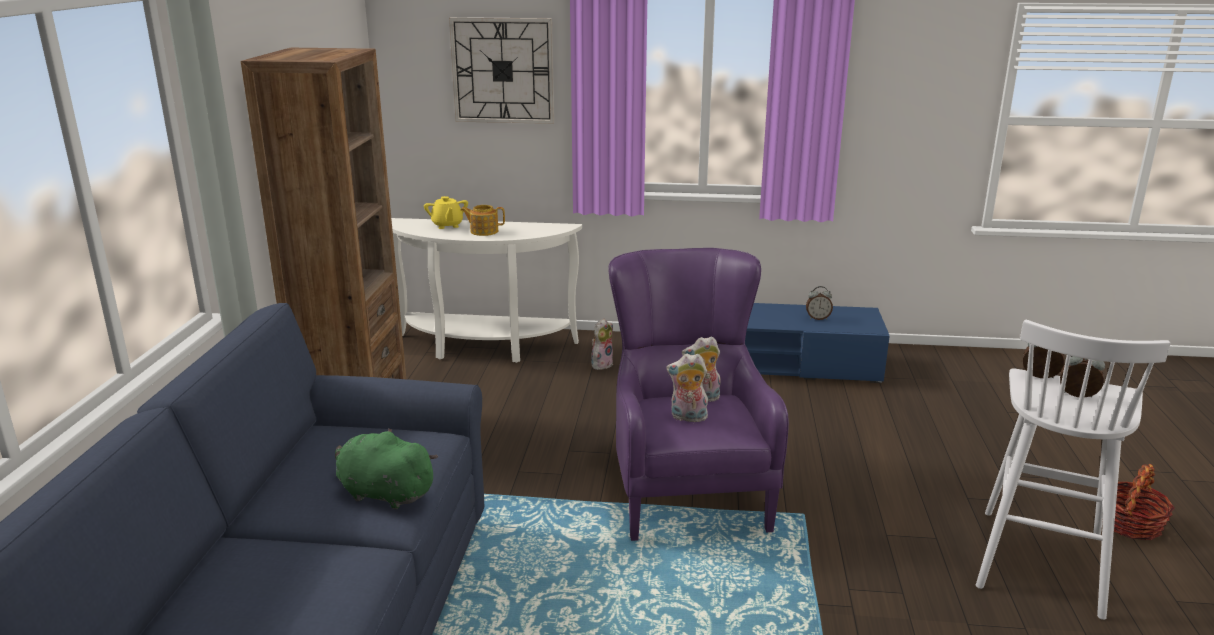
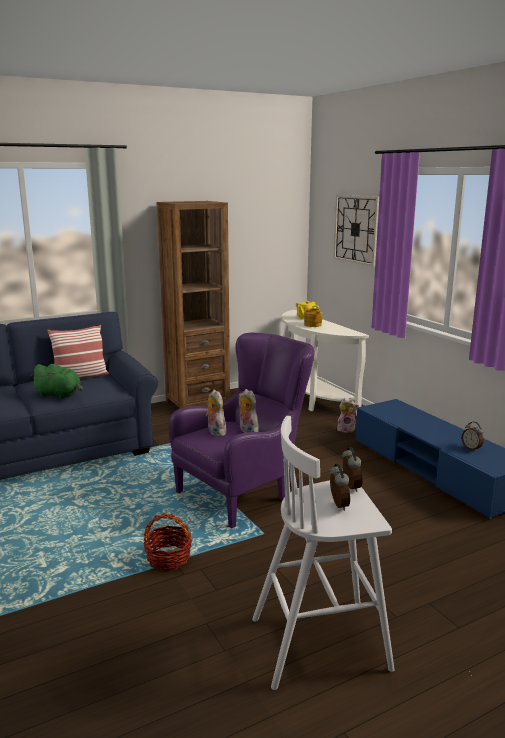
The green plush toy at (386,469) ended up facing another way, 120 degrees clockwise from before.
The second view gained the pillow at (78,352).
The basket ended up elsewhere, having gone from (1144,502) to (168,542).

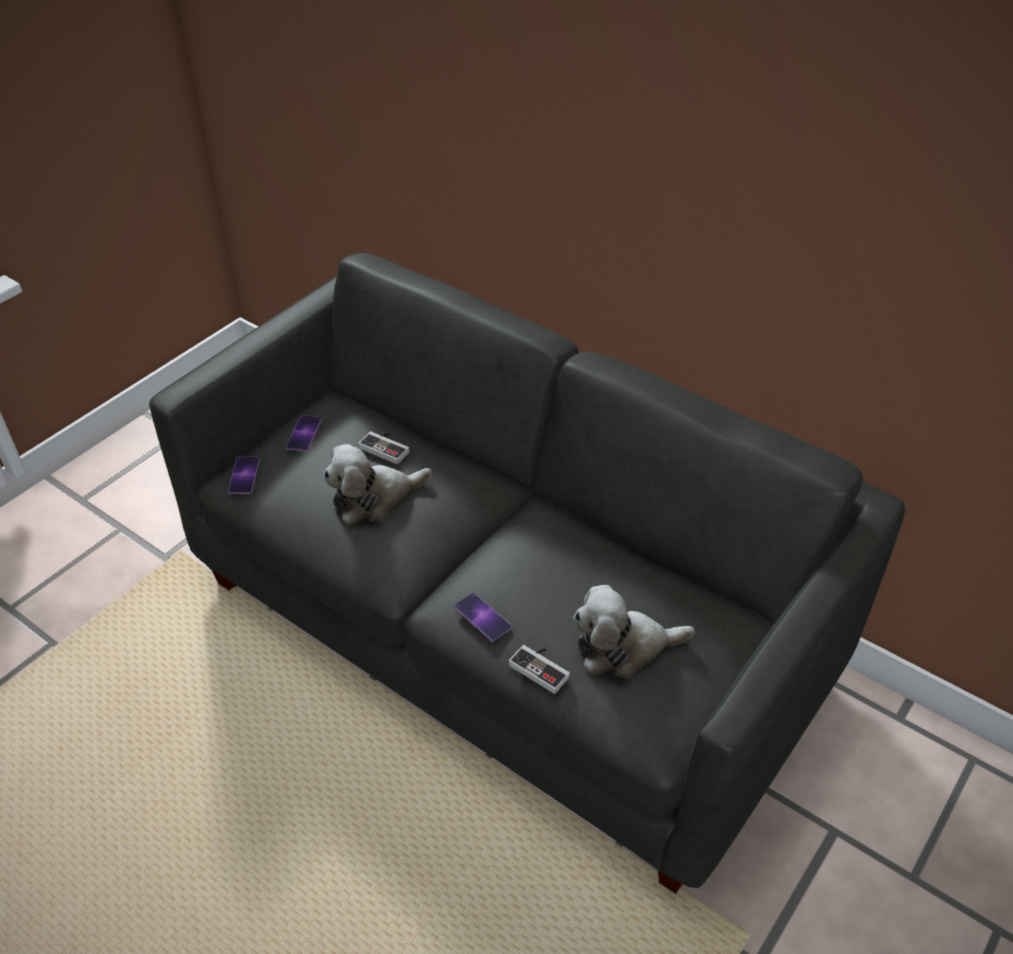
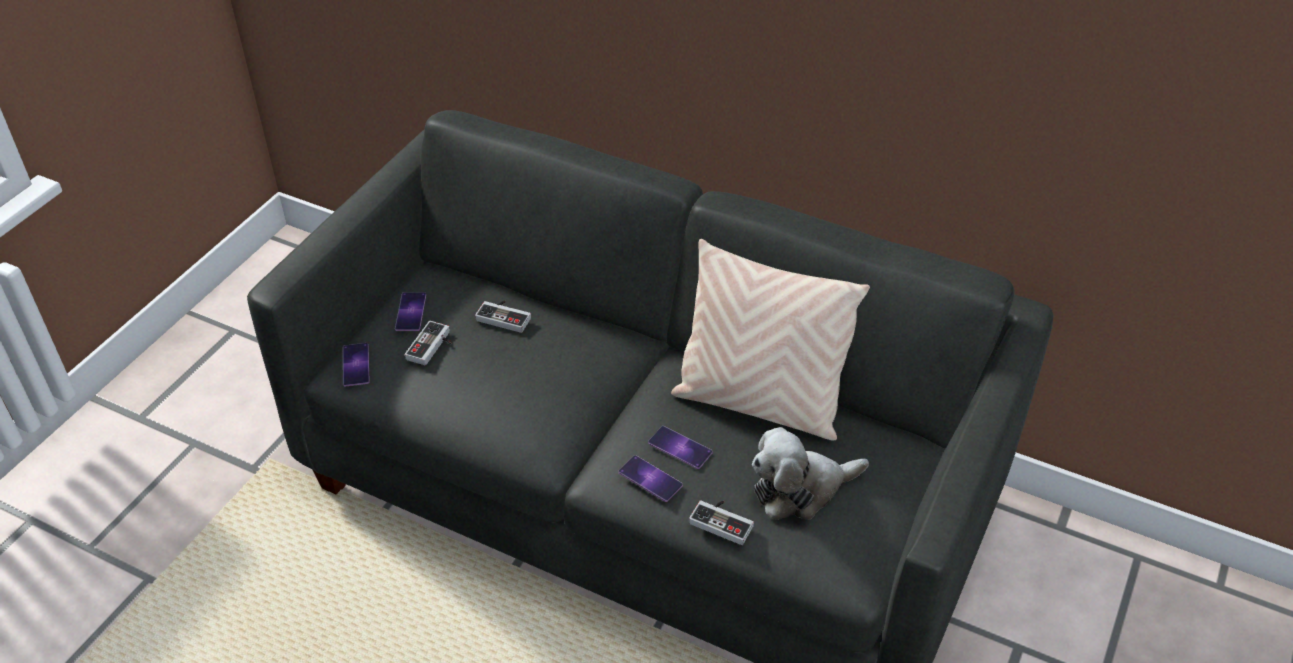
The second view gained the game controller at (428,343).
The second view gained the phone at (680,447).
The second view gained the beige pillow at (770,340).
The second view lost the plush toy at (377,484).

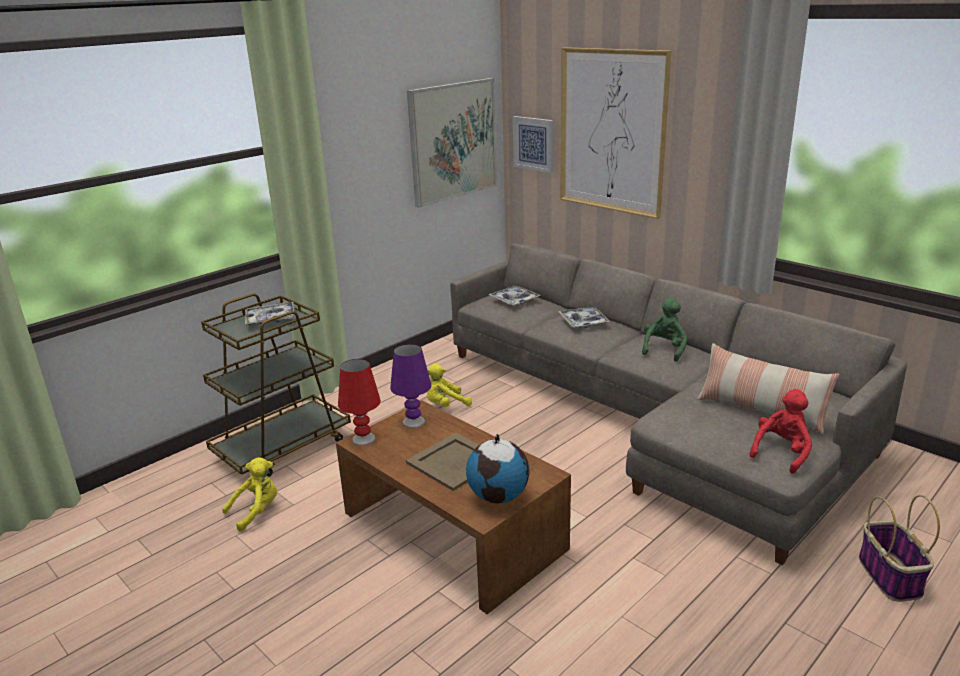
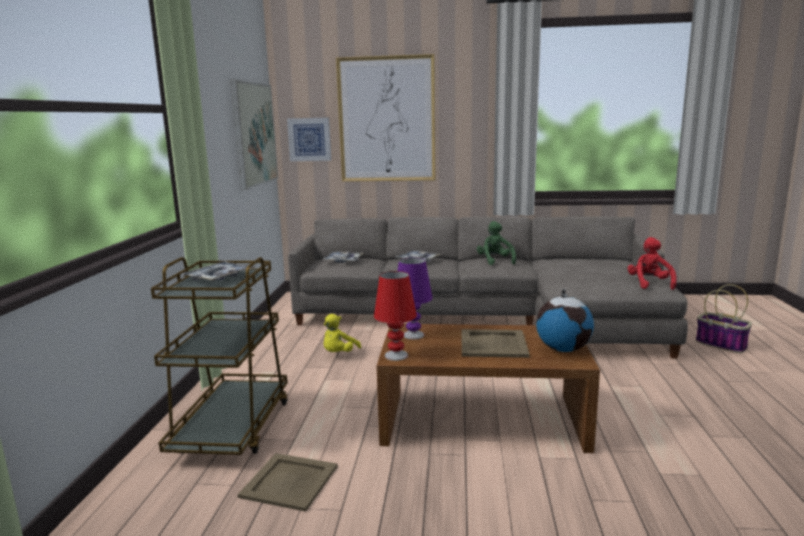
Where the yellow plush toy stood at (249,494), the beige tray came to stand at (287,482).
The second view lost the pillow at (768,389).

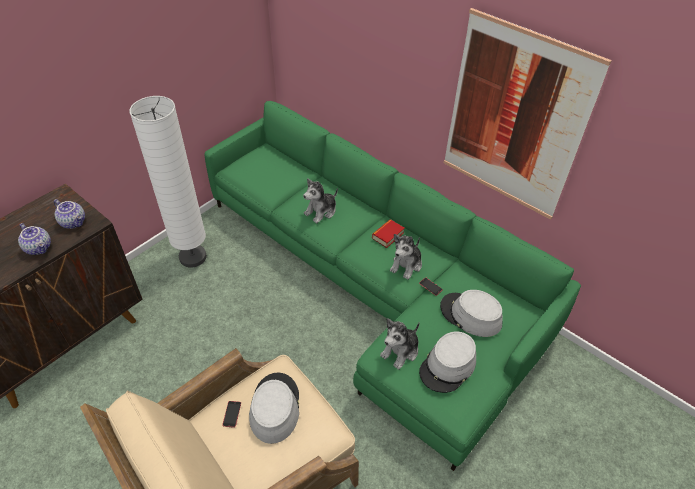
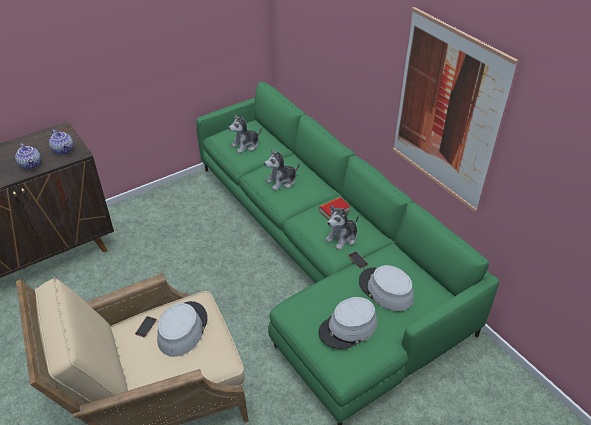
The plush toy ended up elsewhere, having gone from (400,343) to (245,133).
The second view lost the white floor lamp at (168,182).

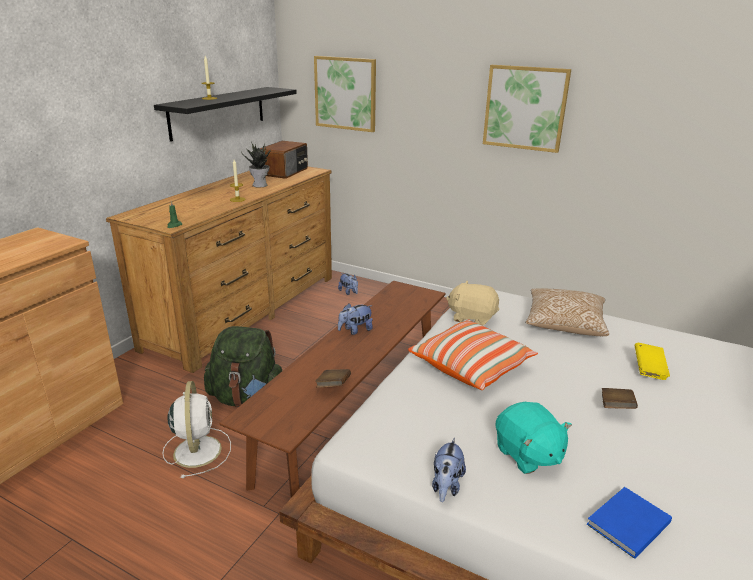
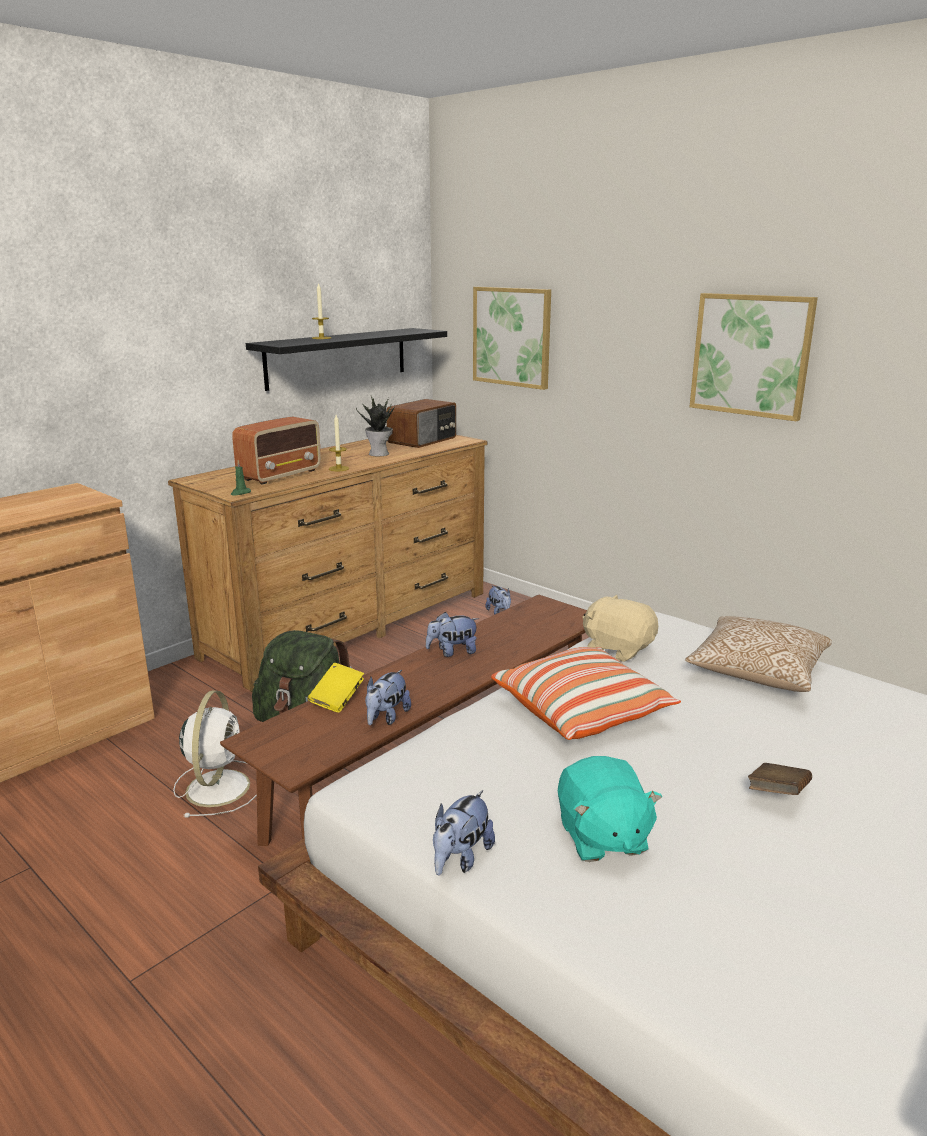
The second view gained the radio at (276,451).
The yellow book ended up elsewhere, having gone from (652,361) to (336,688).
Where the brown book stood at (333,378), the plush toy came to stand at (388,697).
The second view lost the blue book at (629,523).

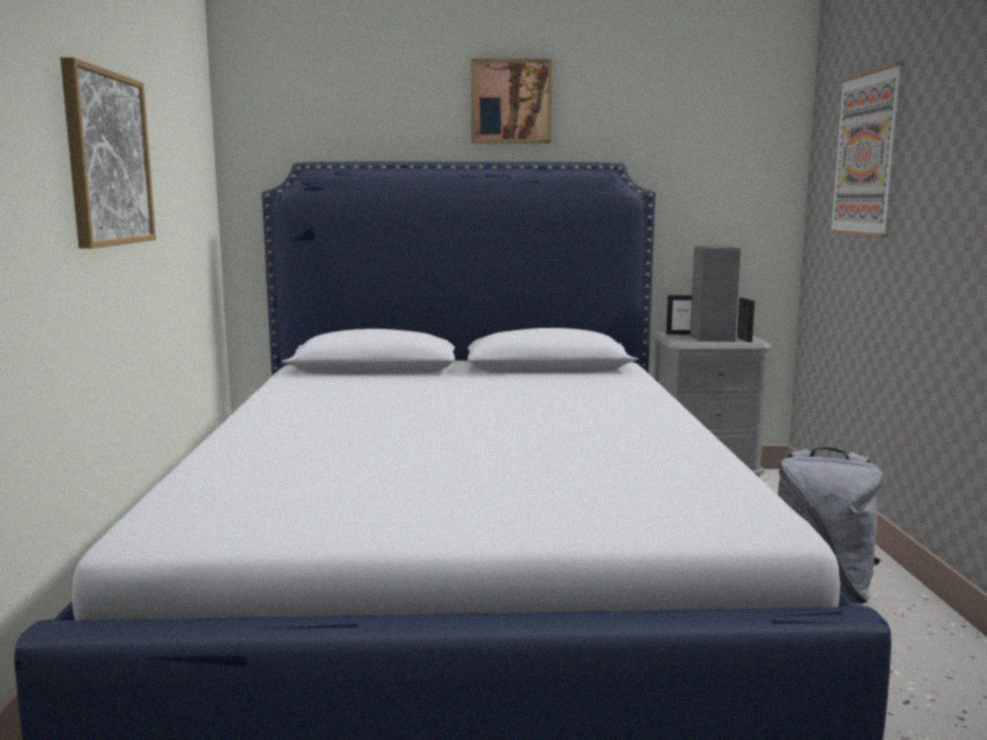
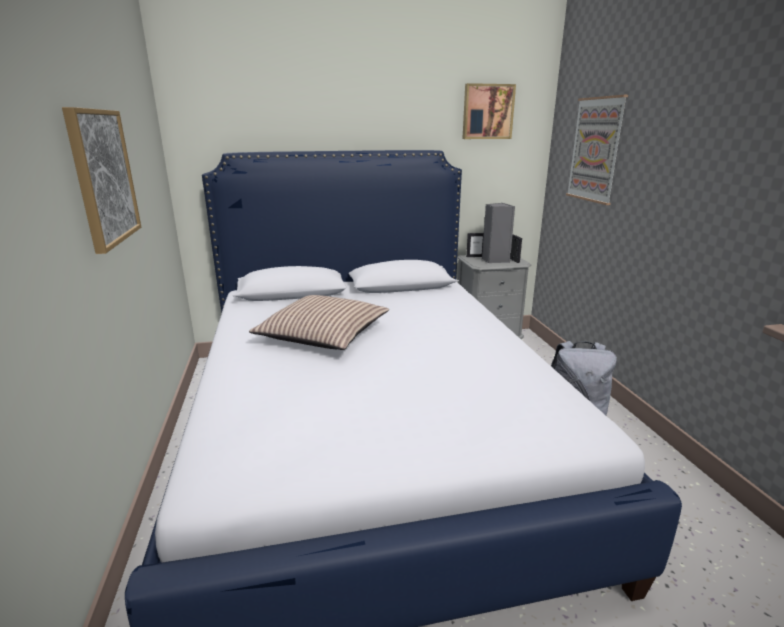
The second view gained the pillow at (319,322).
The picture ended up elsewhere, having gone from (511,100) to (489,111).

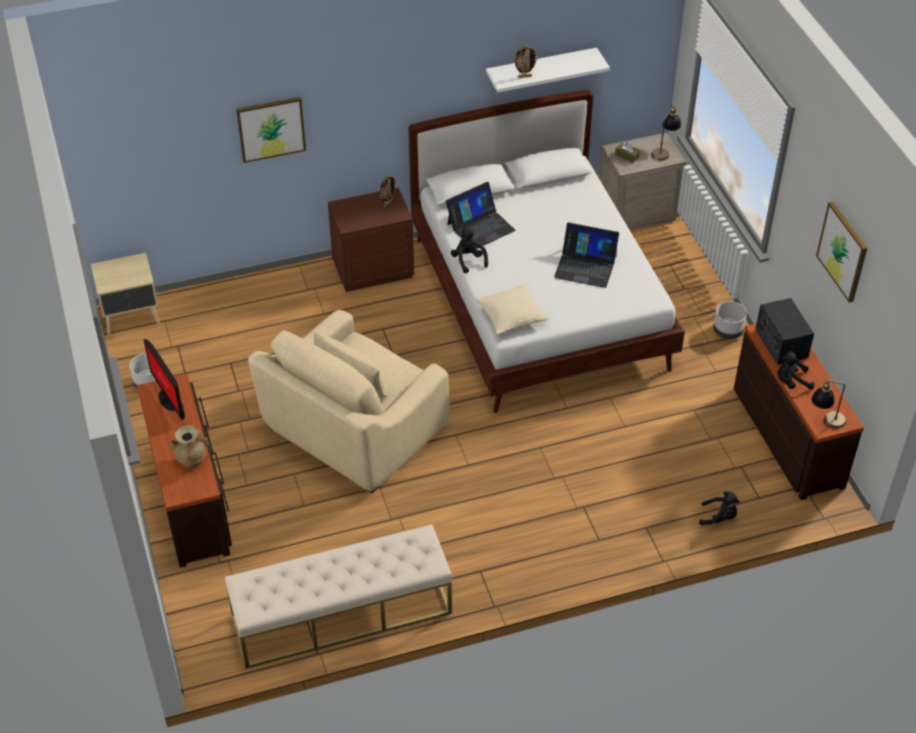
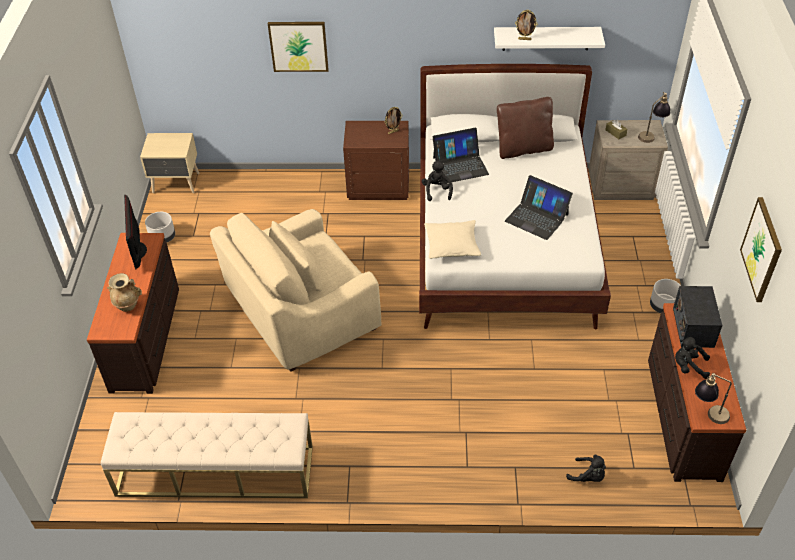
The second view gained the brown pillow at (525,128).

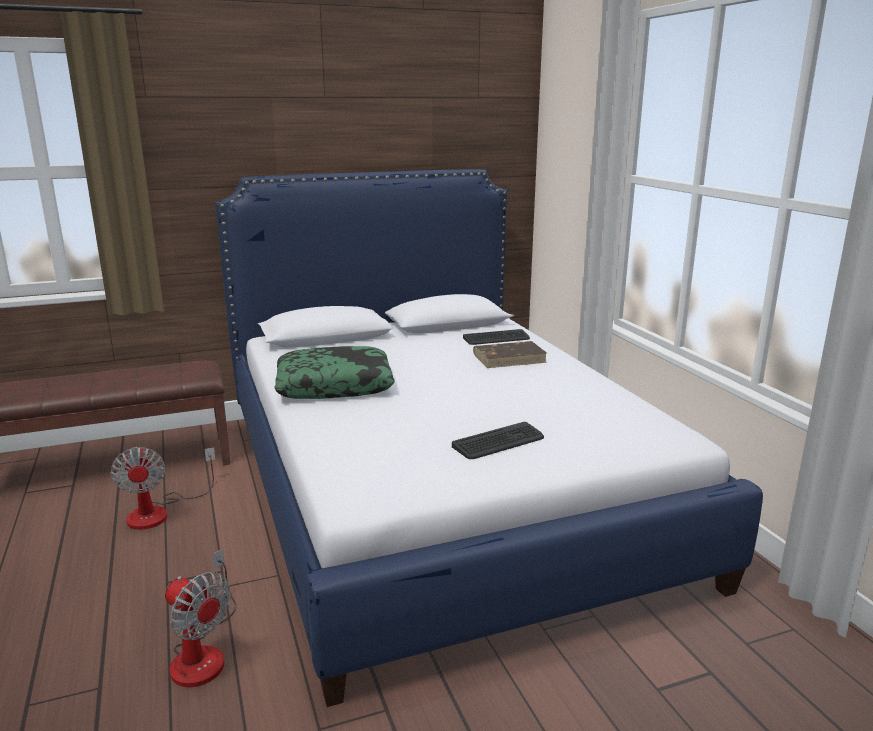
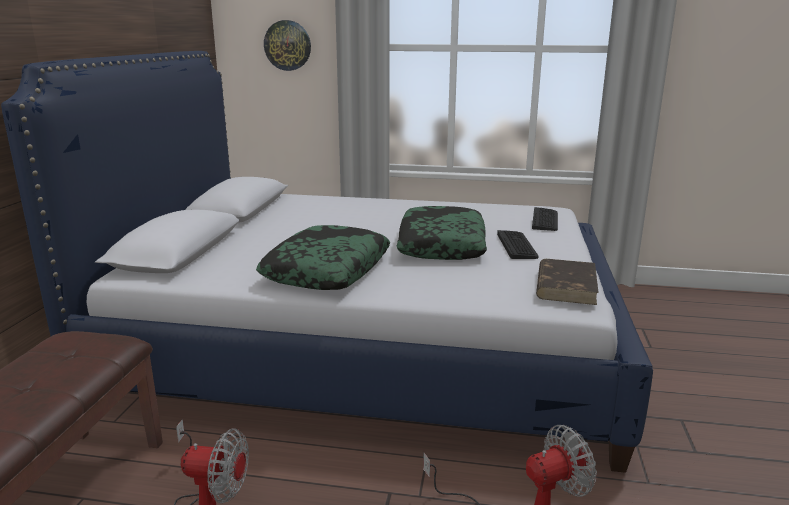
The second view gained the wall clock at (287,45).
The second view gained the pillow at (442,233).
The keyboard ended up elsewhere, having gone from (496,337) to (545,219).
The brown book ended up elsewhere, having gone from (510,354) to (567,282).

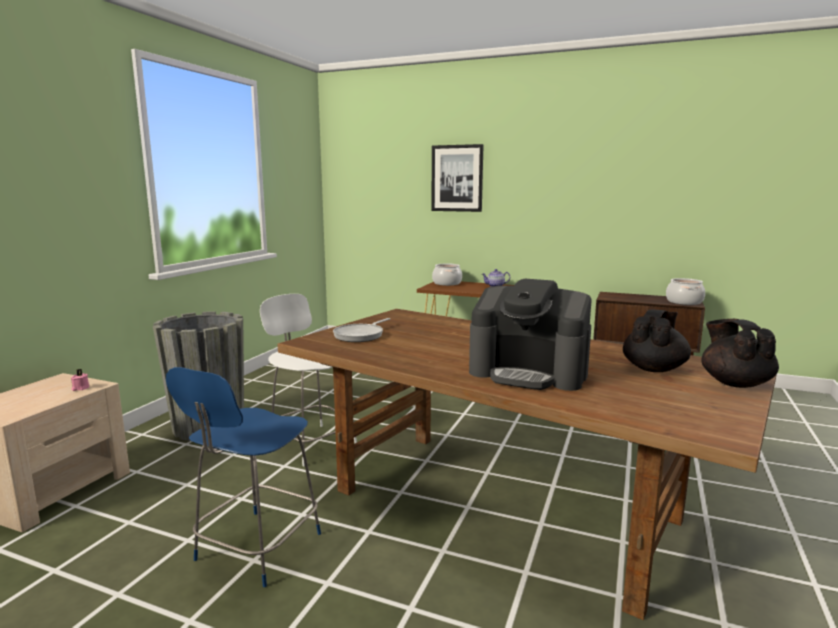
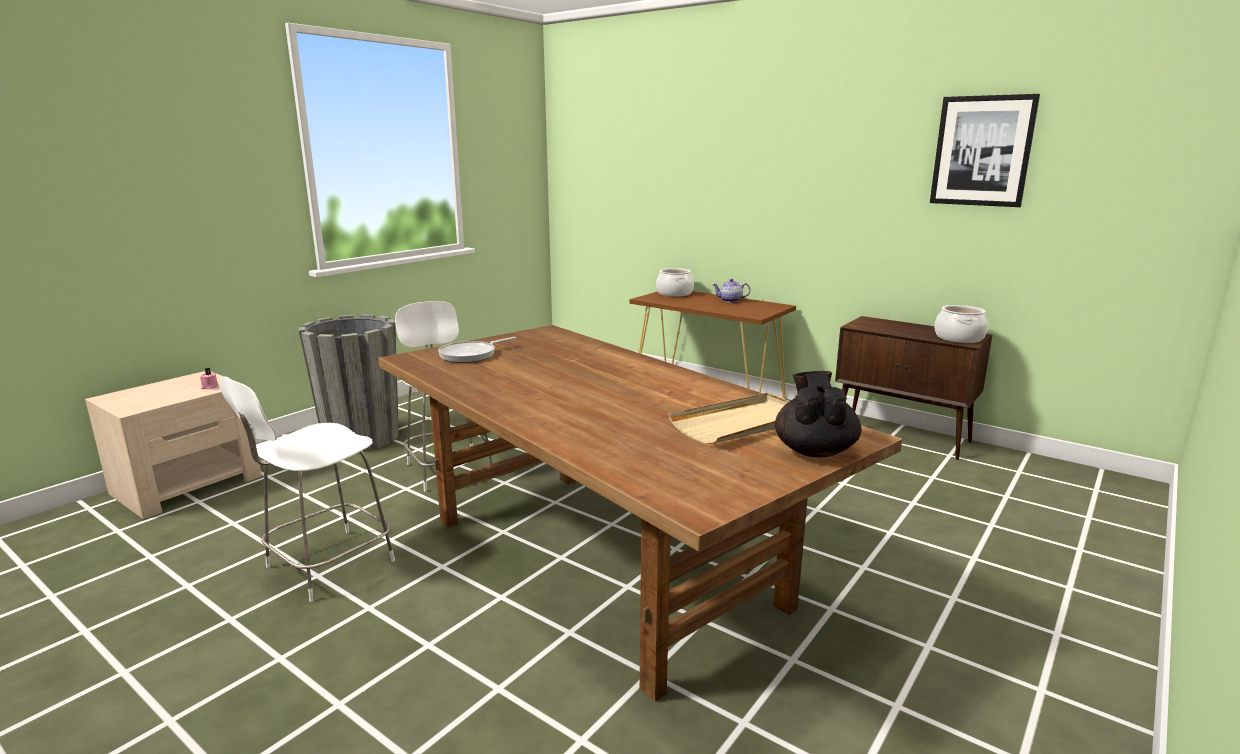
What was the blue chair at (243,477) turned into the white chair at (307,489).
Where the black teapot stood at (657,341), the beige tray came to stand at (728,418).
The picture ended up elsewhere, having gone from (457,178) to (985,150).
The second view lost the coffee machine at (530,335).

